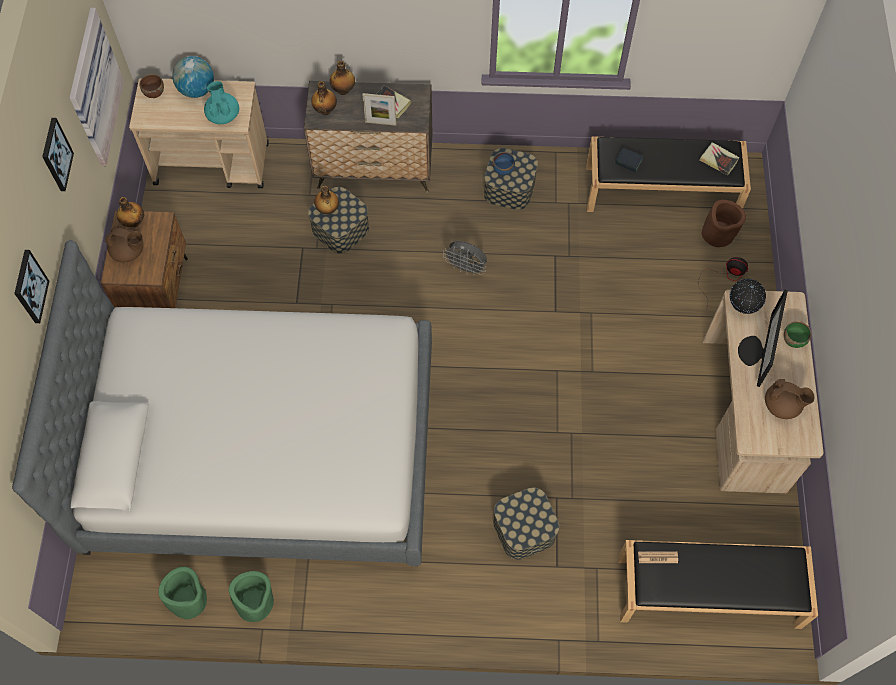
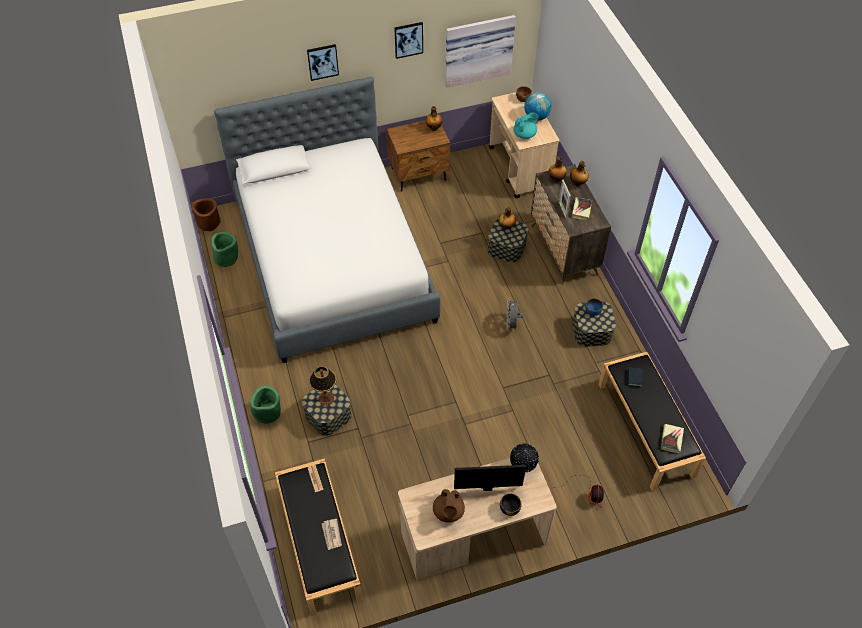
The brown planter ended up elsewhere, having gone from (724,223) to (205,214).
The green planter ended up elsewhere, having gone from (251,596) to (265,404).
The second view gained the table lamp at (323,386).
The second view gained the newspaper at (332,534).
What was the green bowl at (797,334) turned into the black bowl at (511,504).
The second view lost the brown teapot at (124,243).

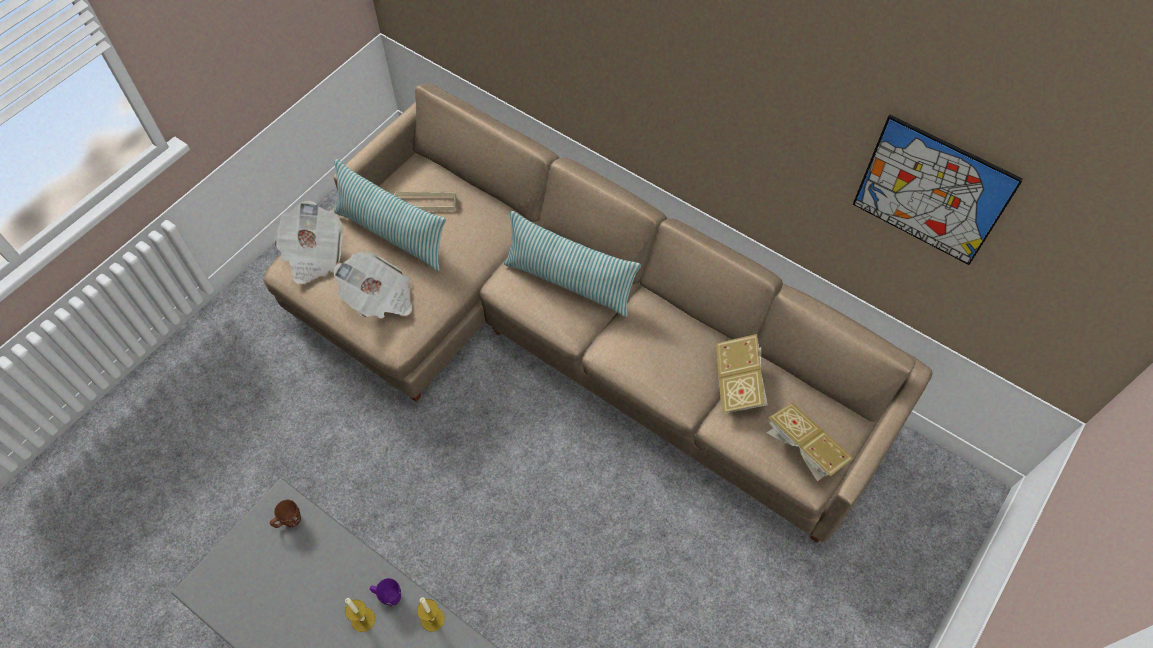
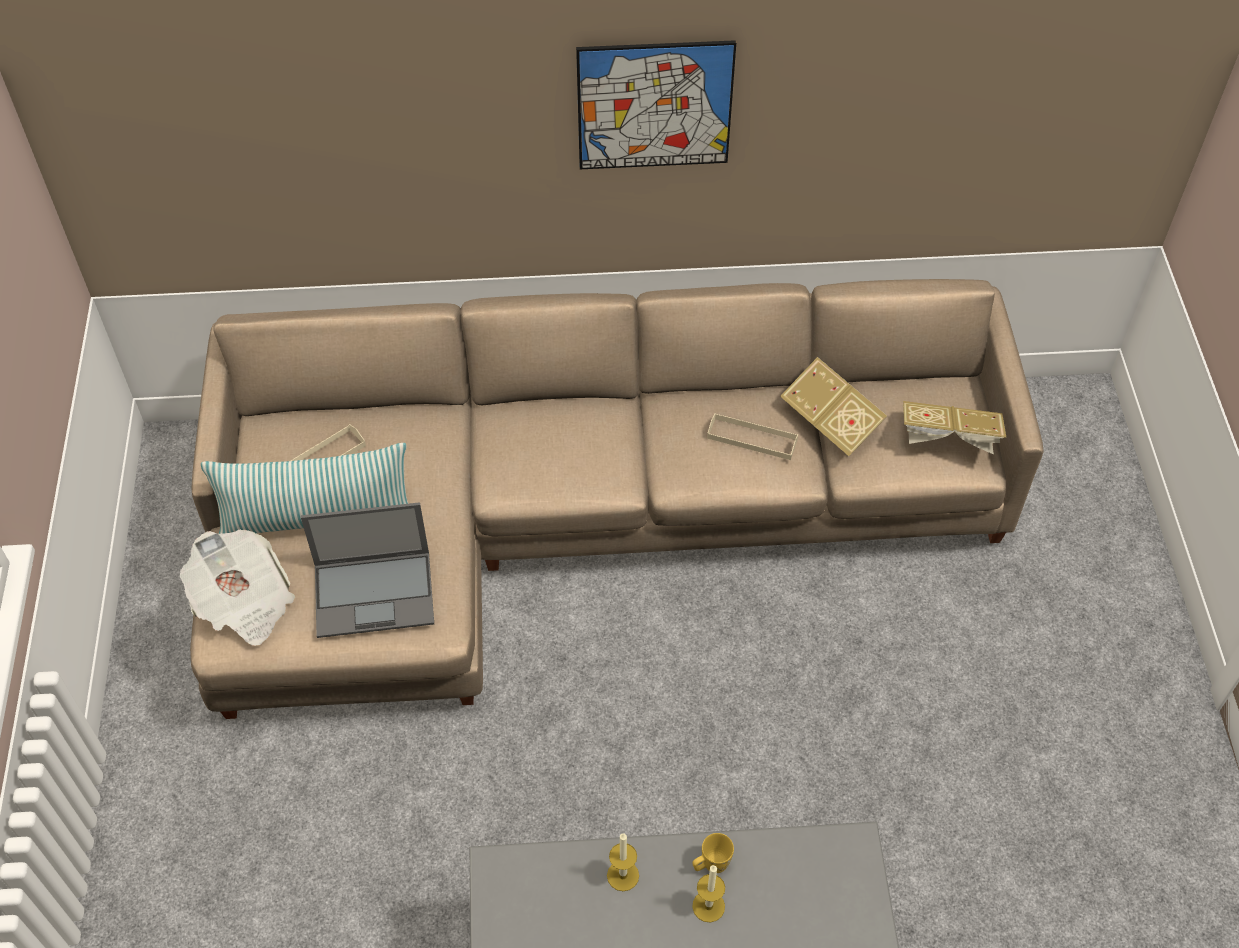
Where the newspaper stood at (373,285), the laptop came to stand at (367,570).
The picture ended up elsewhere, having gone from (937,190) to (656,104).
The candle ended up elsewhere, having gone from (431,614) to (623,862).
What was the purple mug at (385,592) turned into the yellow mug at (713,853).
The second view gained the beige tray at (752,436).
The second view lost the brown mug at (285,514).
The second view lost the pillow at (572,264).

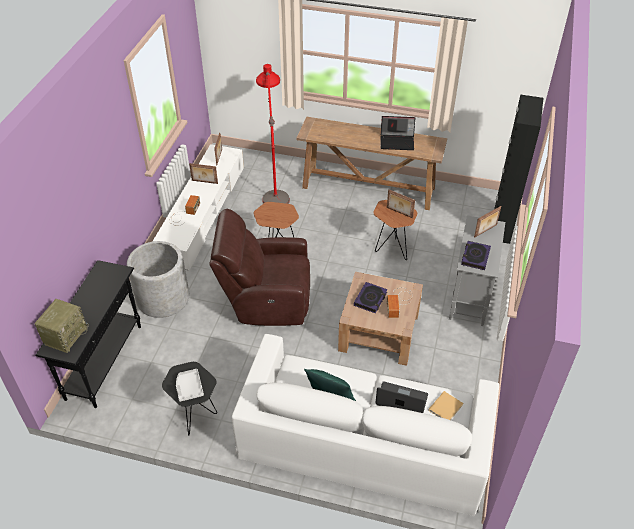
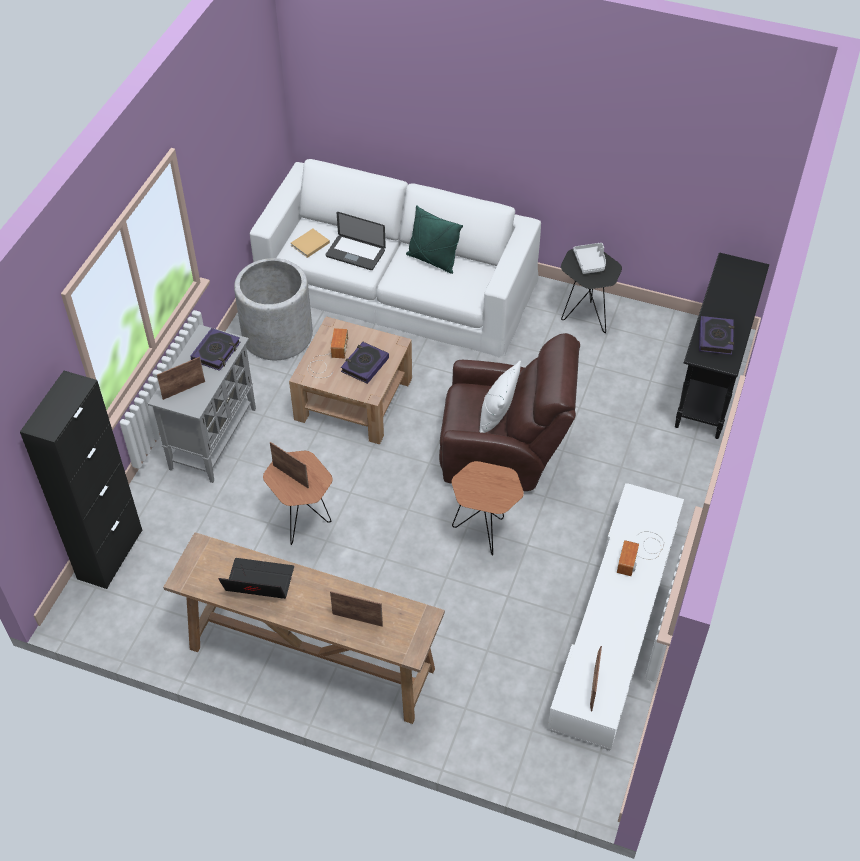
The grey planter ended up elsewhere, having gone from (158,279) to (273,309).
The picture frame ended up elsewhere, having gone from (203,173) to (356,609).
The second view gained the white pillow at (500,397).
The second view gained the book at (716,335).
The second view lost the radio at (62,326).
The second view lost the red floor lamp at (273,134).

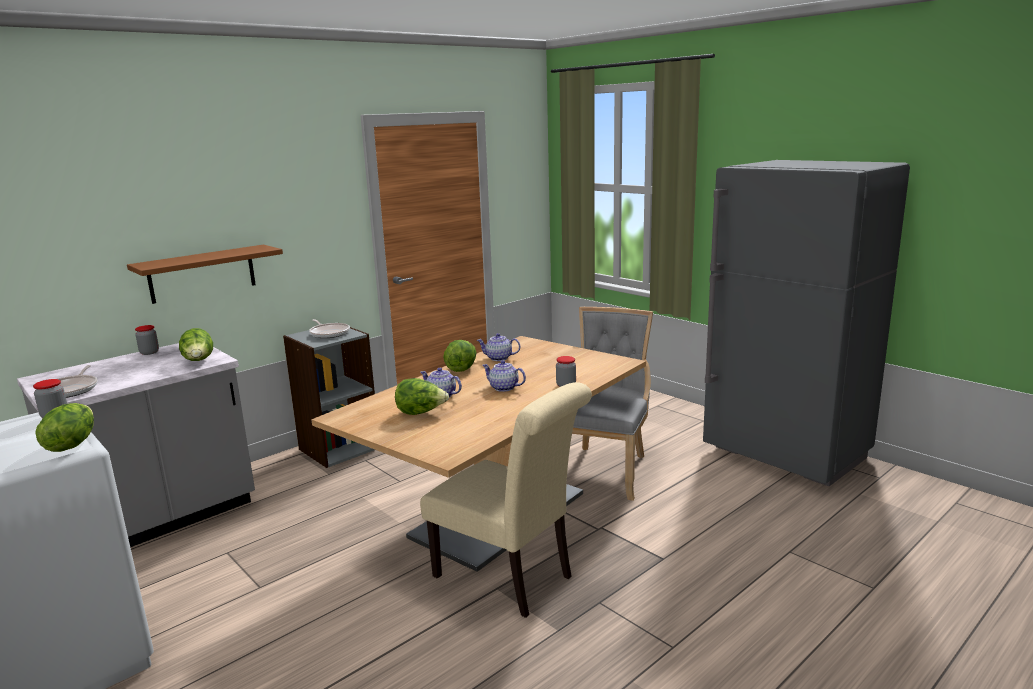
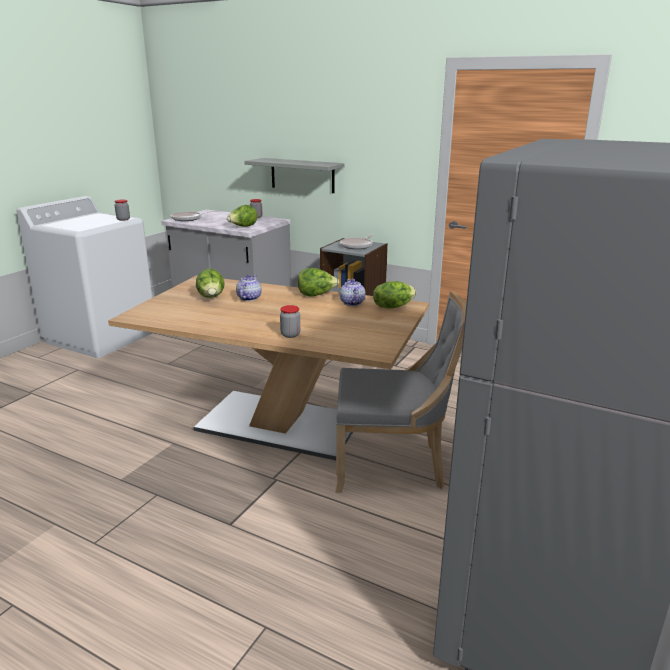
What was the brown shelf at (205,274) turned into the grey shelf at (294,175).
The lettuce ended up elsewhere, having gone from (64,427) to (394,295).
The second view lost the beige chair at (506,500).
The second view lost the teapot at (504,376).

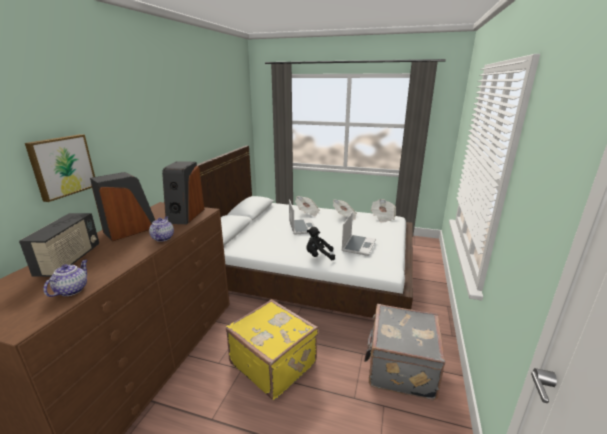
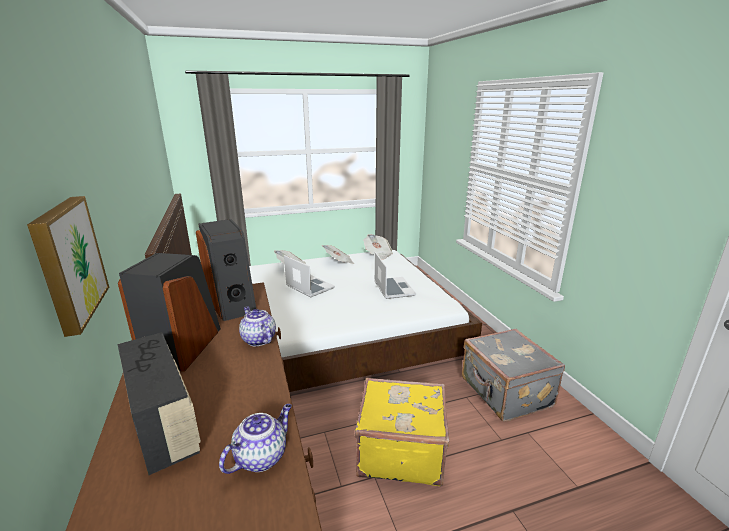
The teapot at (65,278) ended up facing another way, 60 degrees clockwise from before.
The second view lost the black plush toy at (320,243).

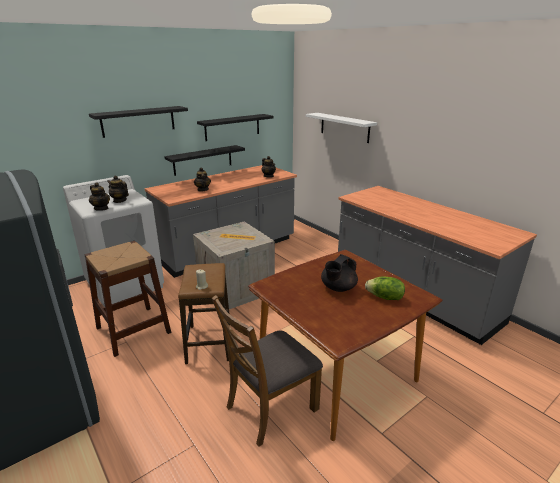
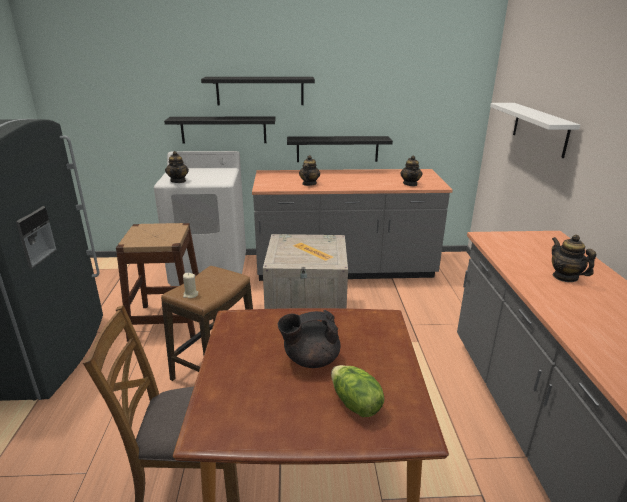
The black shelf ended up elsewhere, having gone from (235,127) to (219,130).
The teapot ended up elsewhere, having gone from (118,189) to (574,258).

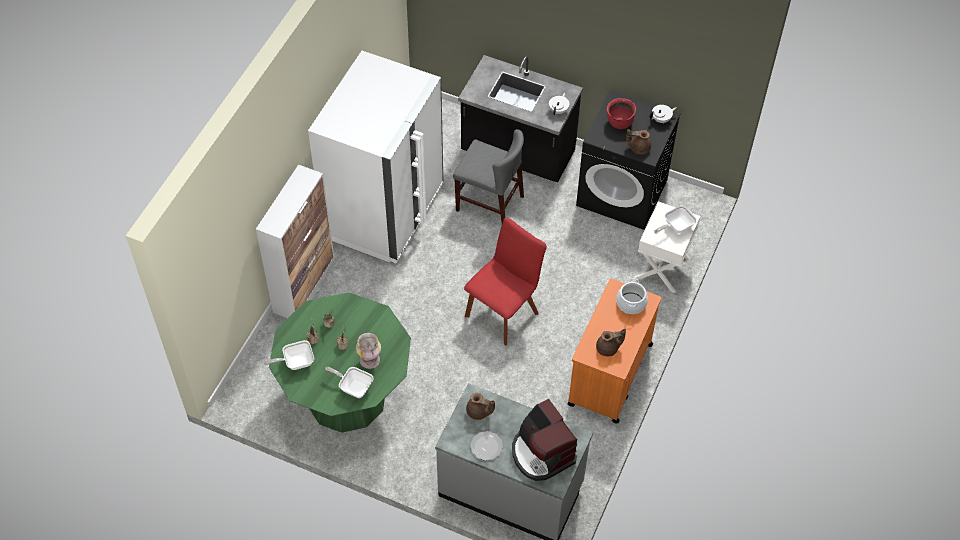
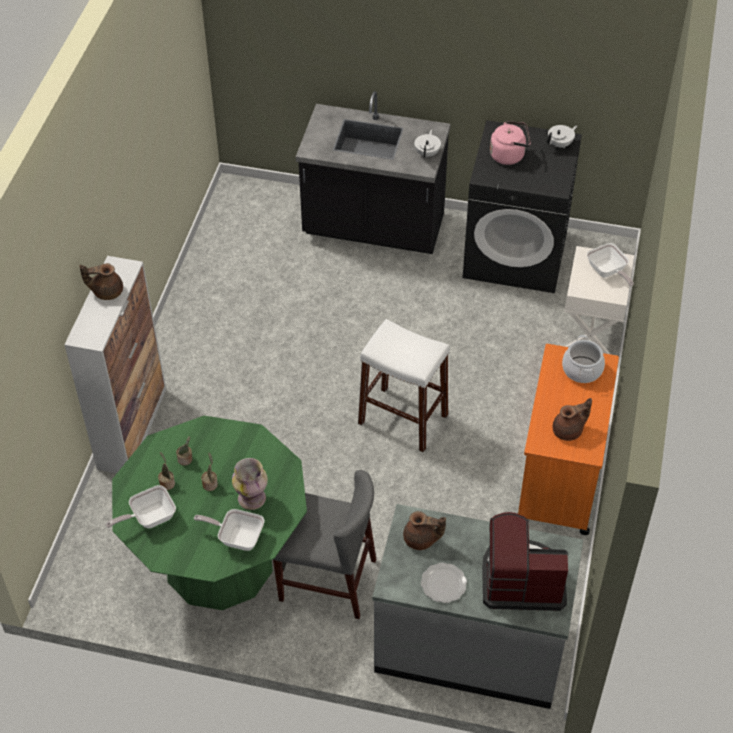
The brown teapot ended up elsewhere, having gone from (638,142) to (101,281).
The grey chair ended up elsewhere, having gone from (488,176) to (324,544).
Where the red chair stood at (505,281), the white stool came to stand at (404,385).
The coffee machine at (544,440) ended up facing another way, 135 degrees clockwise from before.
Where the red cooking pot stood at (621,113), the pink kettle came to stand at (510,143).
The frying pan at (675,219) ended up facing another way, 75 degrees counterclockwise from before.
The second view lost the white fridge at (375,157).

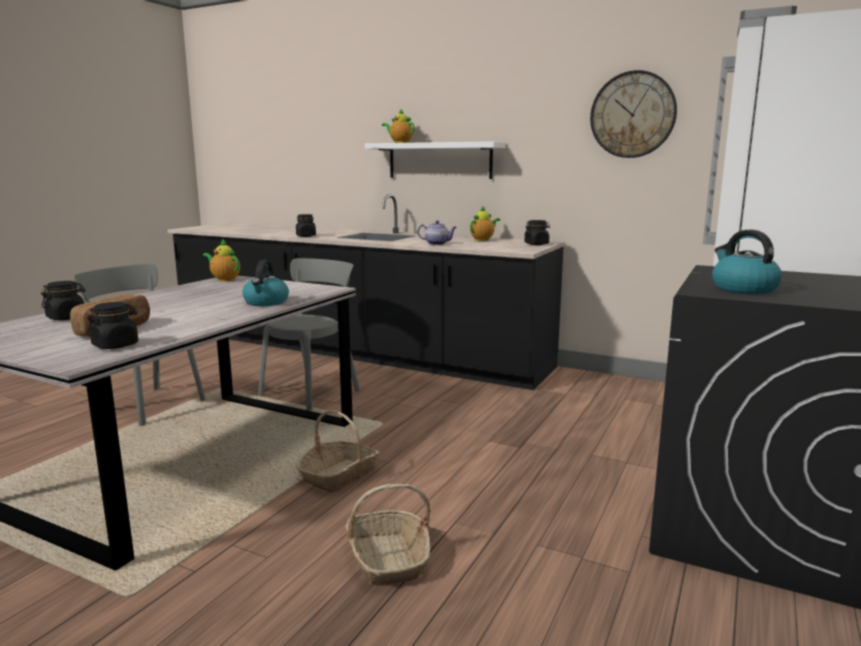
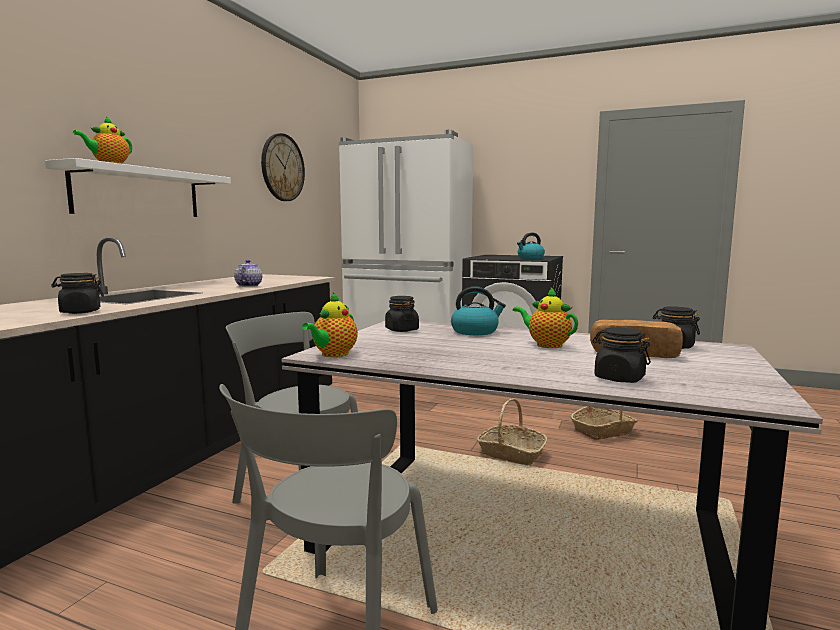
The black jar ended up elsewhere, having gone from (537,232) to (402,314).
The teapot ended up elsewhere, having gone from (485,223) to (545,318).

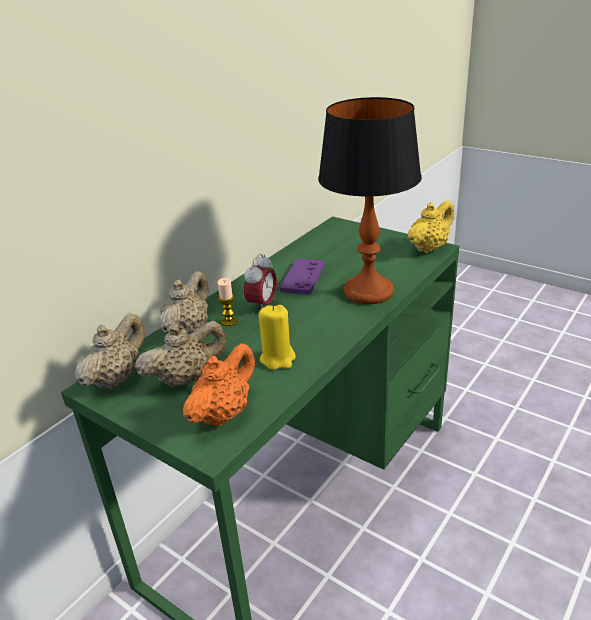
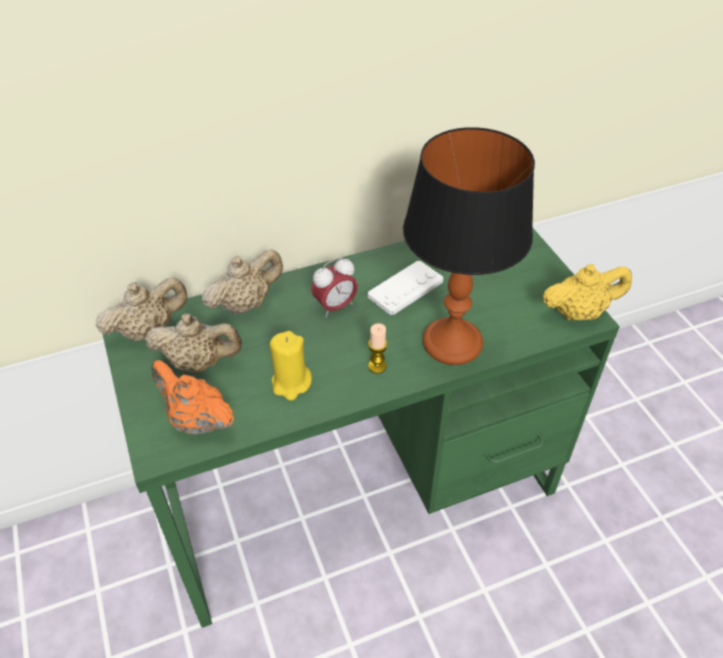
The orange teapot at (219,385) ended up facing another way, 120 degrees counterclockwise from before.
What was the purple game controller at (302,277) turned into the white game controller at (405,288).
The candle ended up elsewhere, having gone from (227,302) to (378,348).

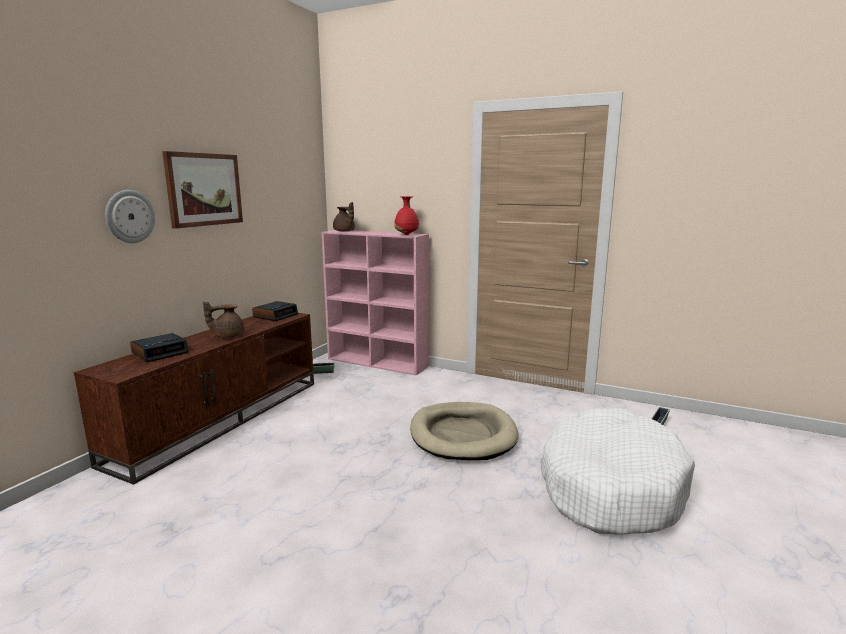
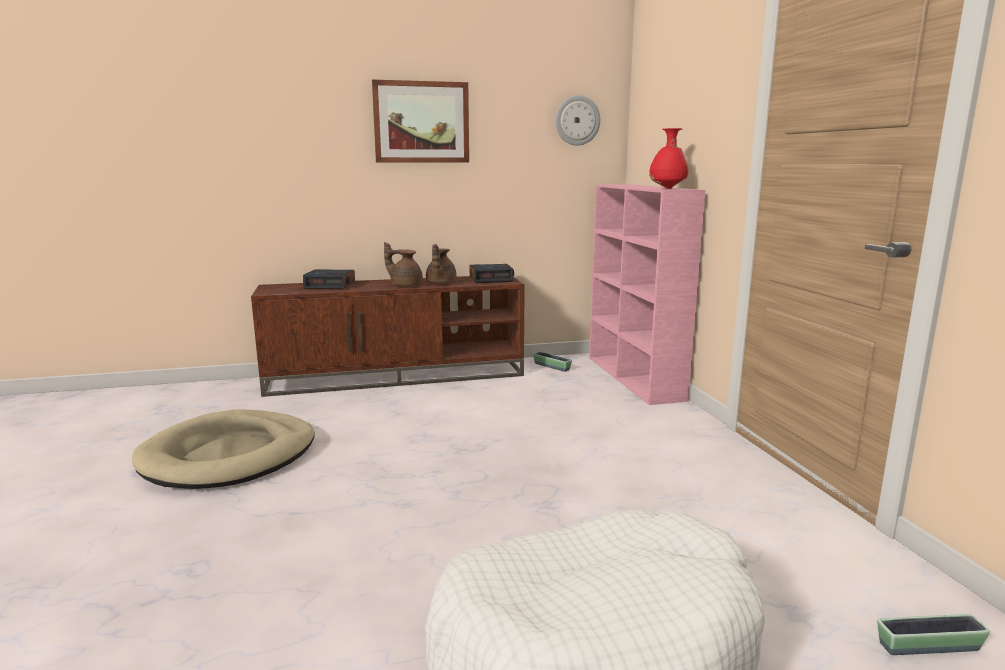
The beige dog bed ended up elsewhere, having gone from (464,431) to (223,449).
The brown teapot ended up elsewhere, having gone from (344,217) to (441,264).
The wall clock ended up elsewhere, having gone from (130,216) to (577,120).

